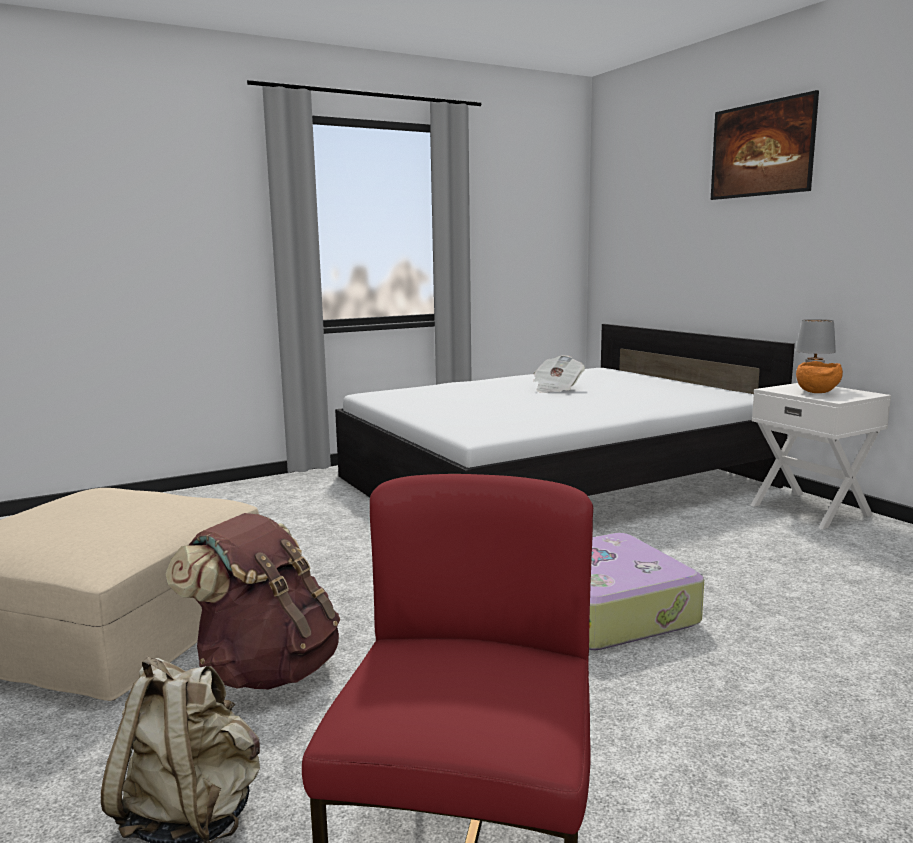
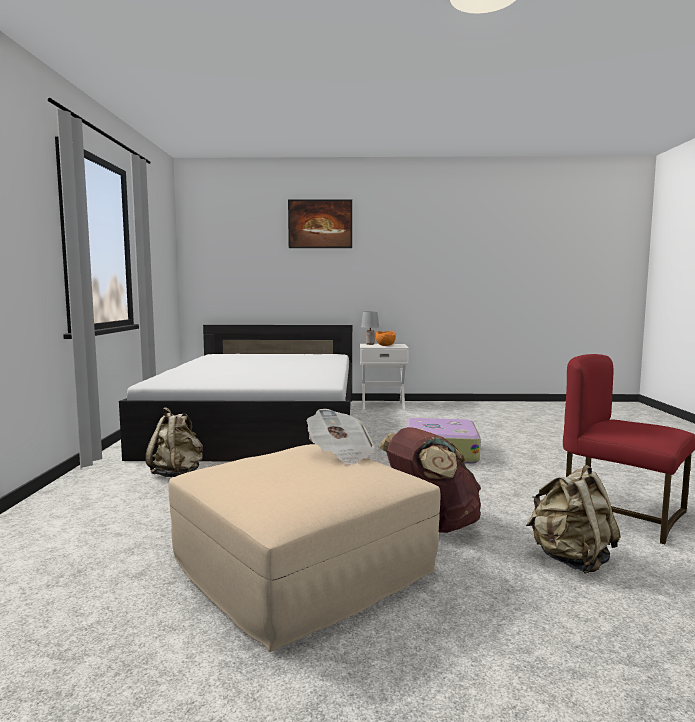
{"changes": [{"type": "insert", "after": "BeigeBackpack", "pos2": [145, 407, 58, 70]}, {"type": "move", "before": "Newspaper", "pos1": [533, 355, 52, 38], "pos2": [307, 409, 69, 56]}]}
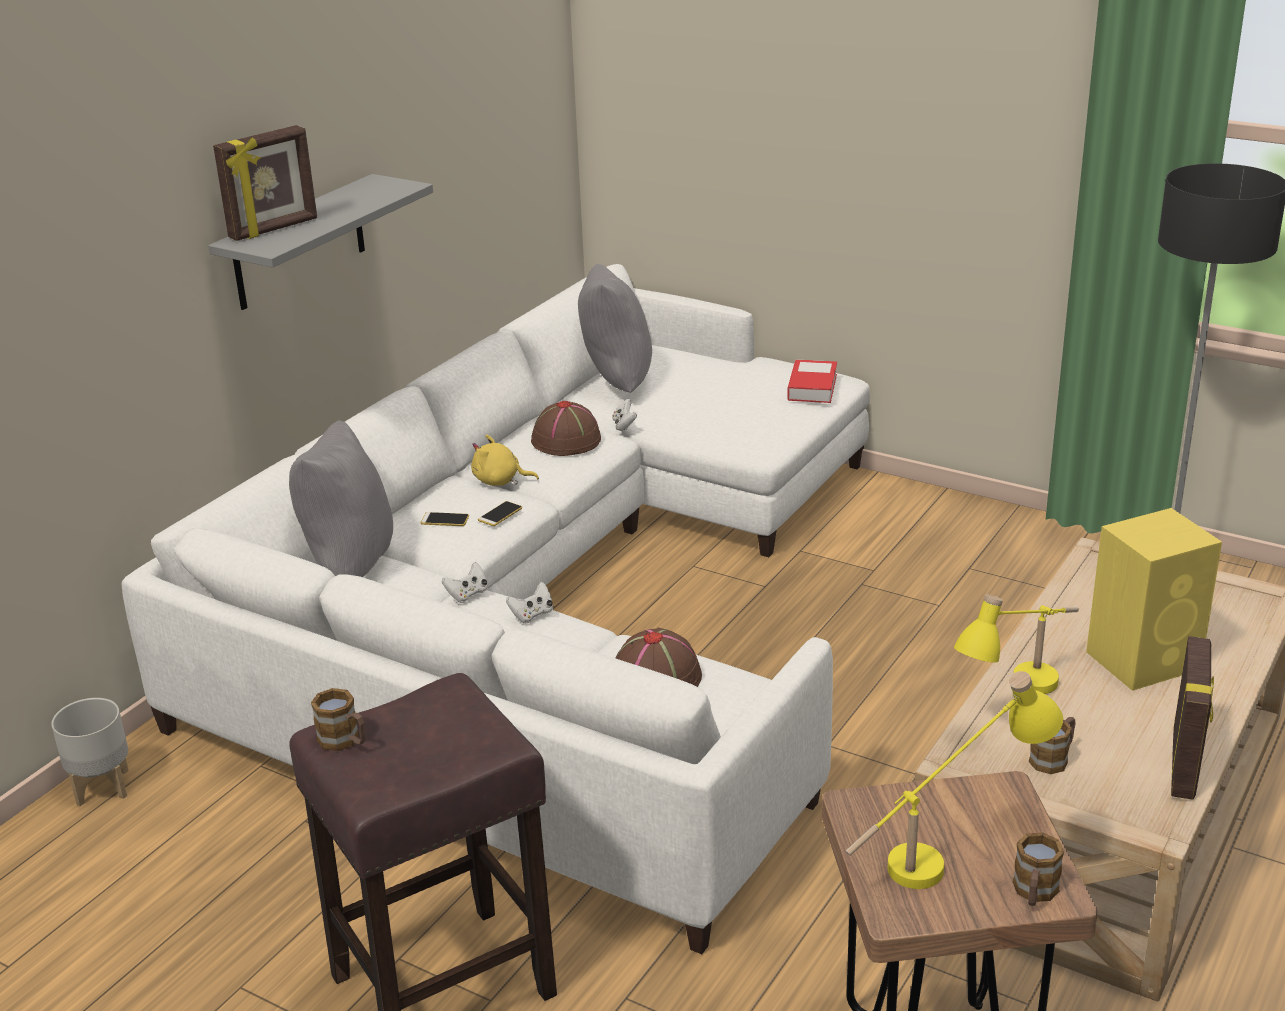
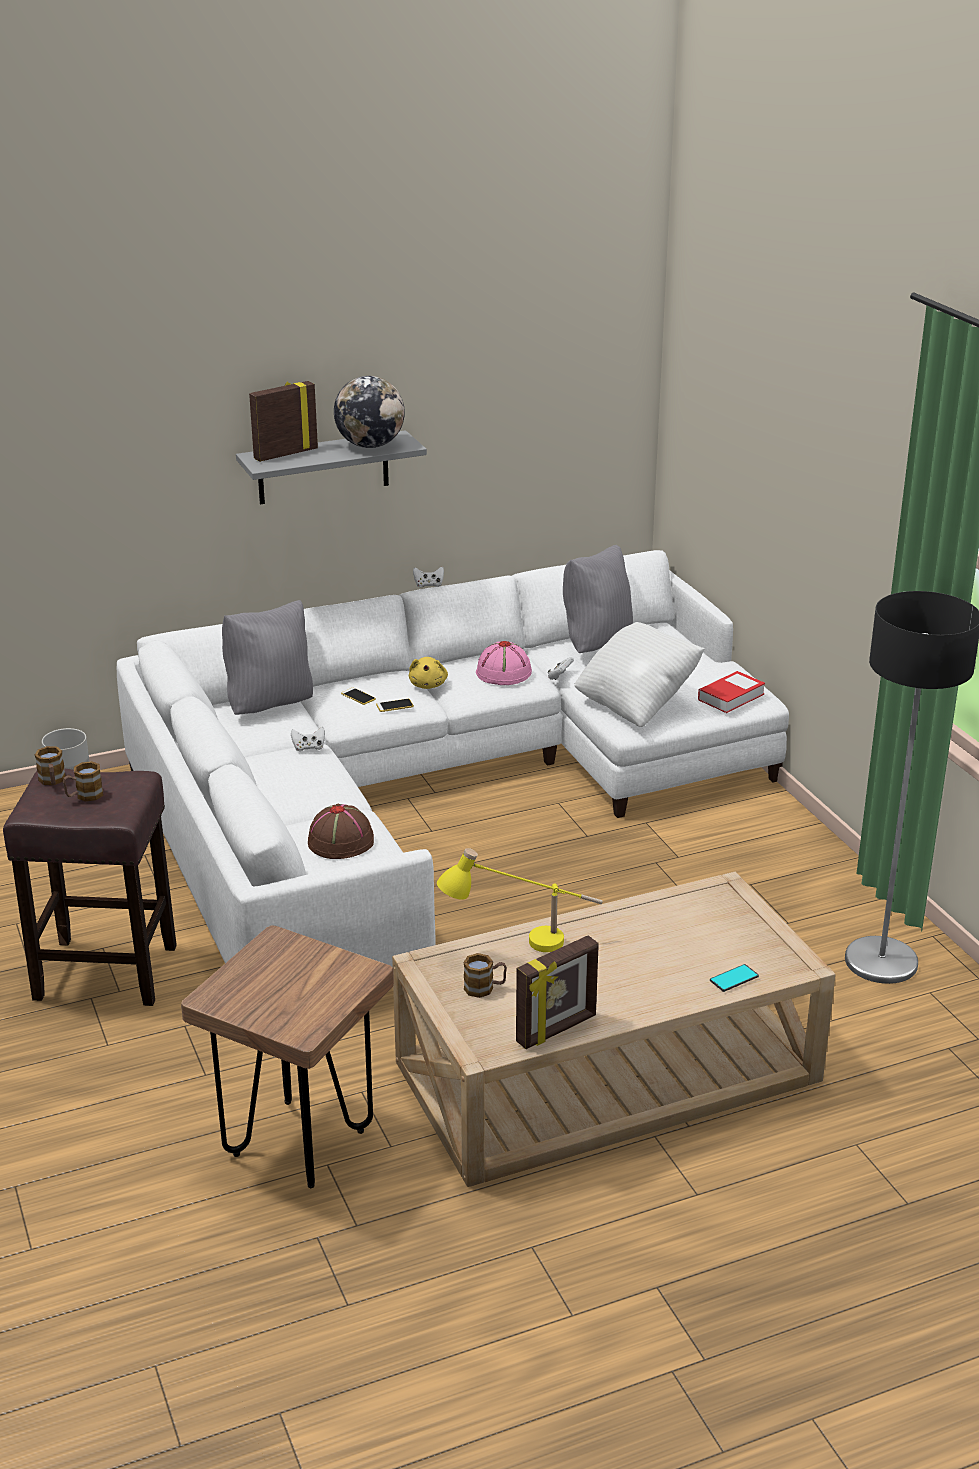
{"changes": [{"type": "delete", "before": "YellowTableLamp", "pos1": [846, 671, 217, 218]}, {"type": "delete", "before": "YellowSpeaker", "pos1": [1086, 508, 136, 183]}, {"type": "insert", "after": "Globe", "pos2": [334, 376, 71, 72]}, {"type": "insert", "after": "WhitePillow", "pos2": [574, 622, 131, 105]}, {"type": "insert", "after": "Phone", "pos2": [710, 964, 49, 28]}, {"type": "move", "before": "WhiteGameController", "pos1": [506, 582, 47, 41], "pos2": [413, 567, 31, 20]}, {"type": "move", "before": "Mug", "pos1": [1013, 832, 51, 74], "pos2": [63, 761, 40, 40]}, {"type": "recolor", "before": "BrownHat", "after": "PinkHat", "pos1": [531, 401, 70, 55], "pos2": [476, 641, 56, 44]}, {"type": "rotate", "before": "PictureFrame", "pos1": [213, 125, 104, 116], "pos2": [249, 381, 69, 81], "turn": 150}, {"type": "rotate", "before": "YellowPlushToy", "pos1": [471, 435, 68, 51], "pos2": [409, 657, 39, 32], "turn": -135}]}
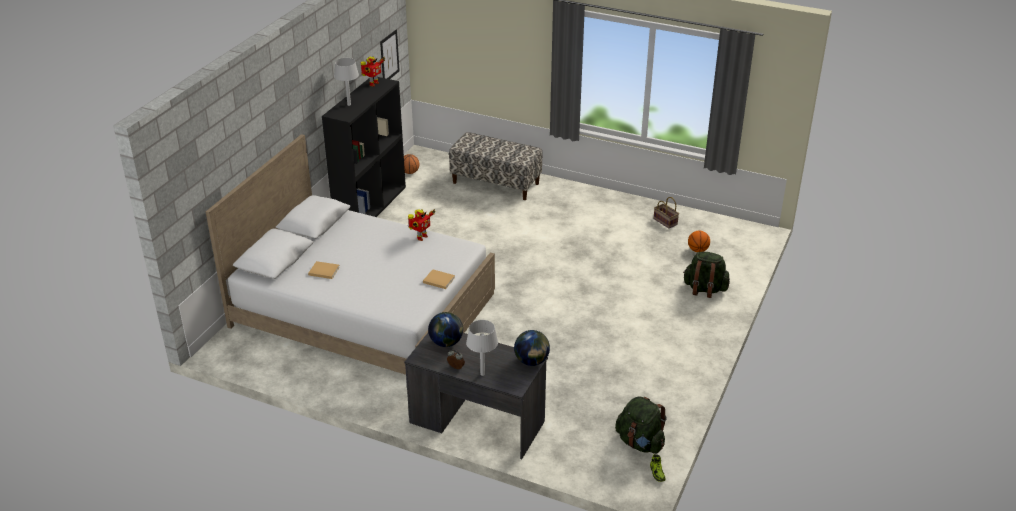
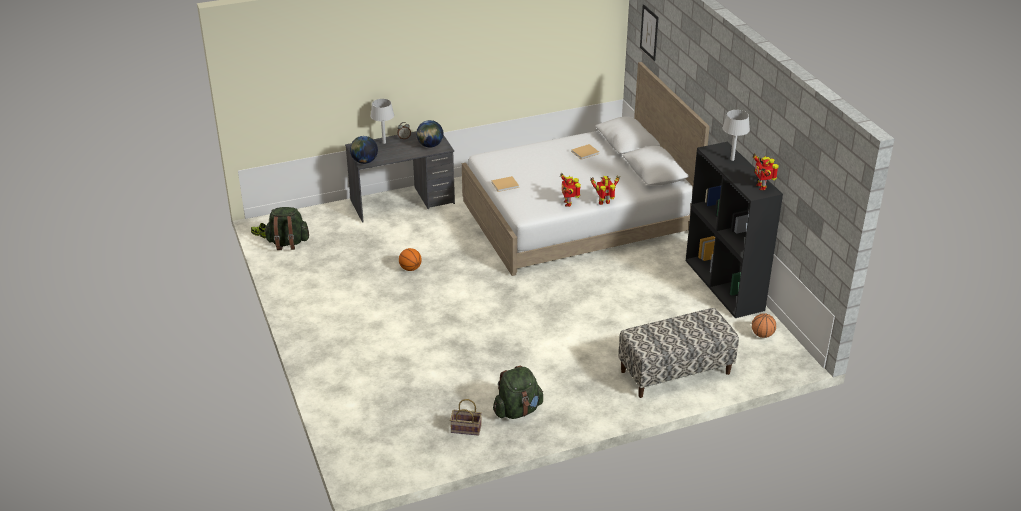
{"changes": [{"type": "insert", "after": "ToyRobot", "pos2": [590, 176, 30, 29]}, {"type": "move", "before": "Picture", "pos1": [380, 30, 20, 49], "pos2": [640, 4, 19, 57]}, {"type": "move", "before": "GreenBackpack", "pos1": [683, 252, 47, 46], "pos2": [493, 366, 50, 53]}, {"type": "move", "before": "Basketball", "pos1": [688, 230, 22, 22], "pos2": [399, 248, 23, 23]}]}
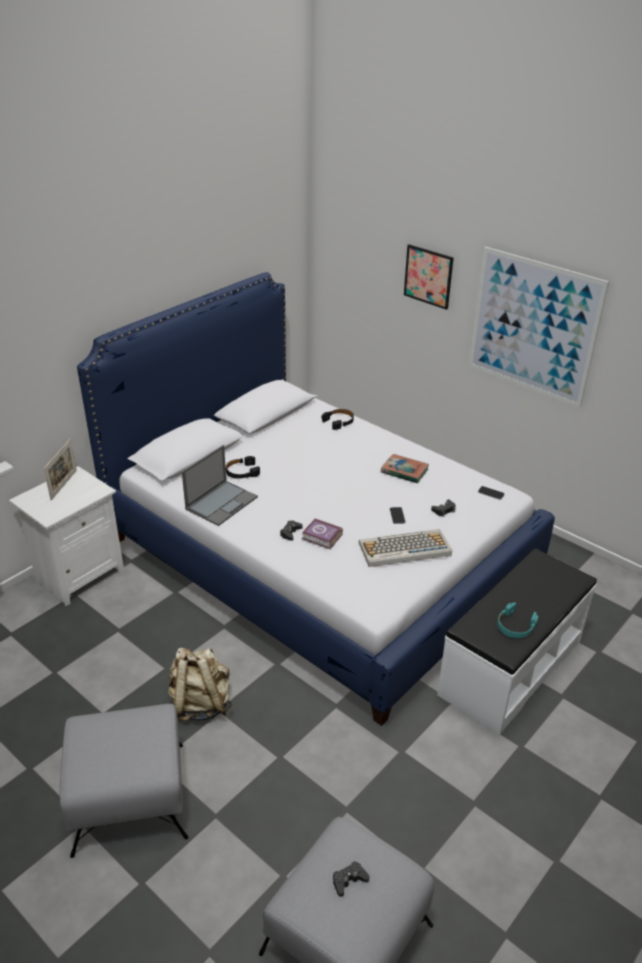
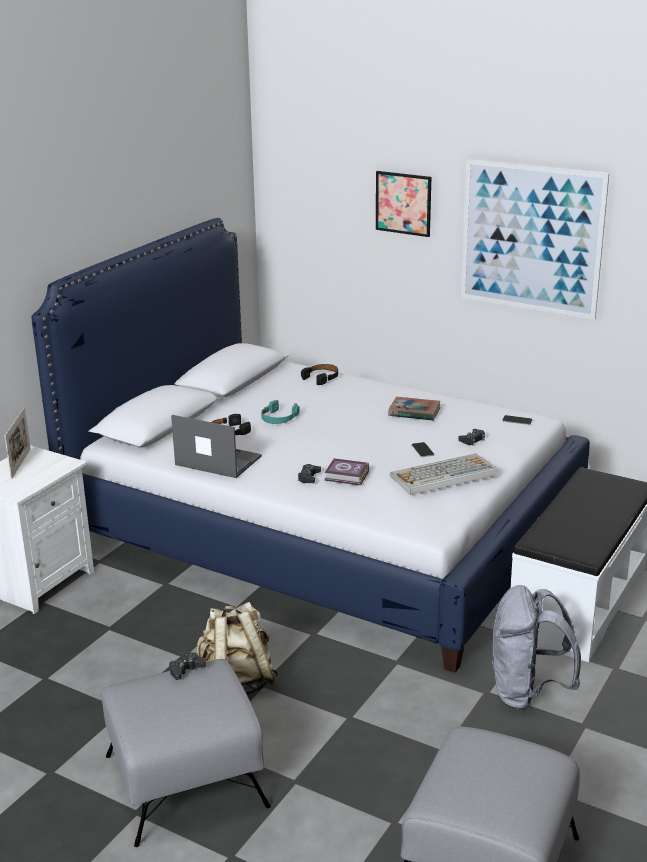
{"changes": [{"type": "insert", "after": "GreyBackpack", "pos2": [492, 585, 89, 126]}, {"type": "move", "before": "BlackGameController", "pos1": [333, 861, 36, 36], "pos2": [169, 652, 37, 28]}, {"type": "move", "before": "TurquoiseHeadphones", "pos1": [498, 602, 41, 36], "pos2": [261, 400, 38, 24]}, {"type": "rotate", "before": "Laptop", "pos1": [182, 445, 76, 81], "pos2": [171, 415, 91, 63], "turn": -90}]}
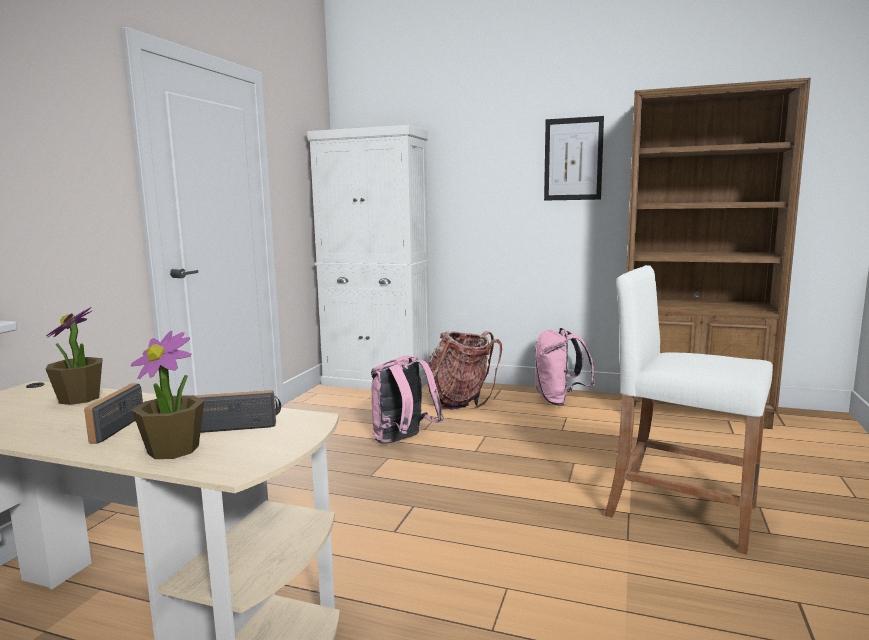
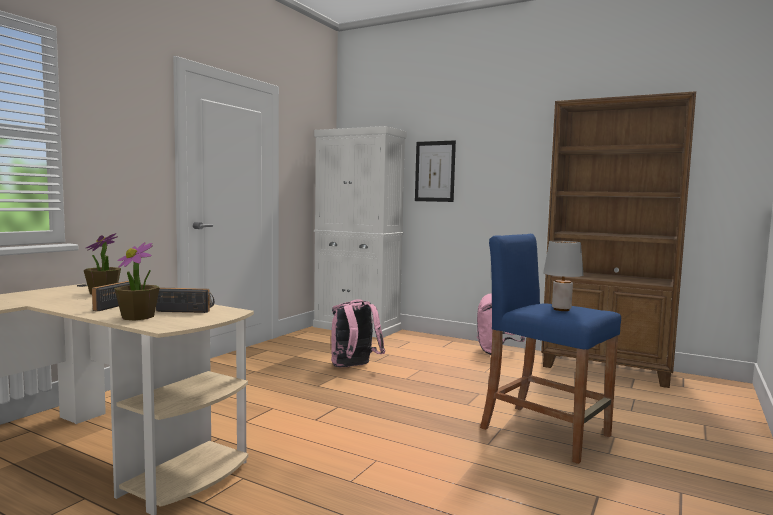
{"changes": [{"type": "delete", "before": "Backpack", "pos1": [428, 331, 74, 79]}, {"type": "insert", "after": "GreyTableLamp", "pos2": [543, 241, 40, 70]}, {"type": "move", "before": "Picture", "pos1": [544, 116, 60, 85], "pos2": [415, 140, 41, 62]}, {"type": "recolor", "before": "WhiteStool", "after": "BlueStool", "pos1": [604, 265, 169, 290], "pos2": [480, 234, 141, 230]}]}
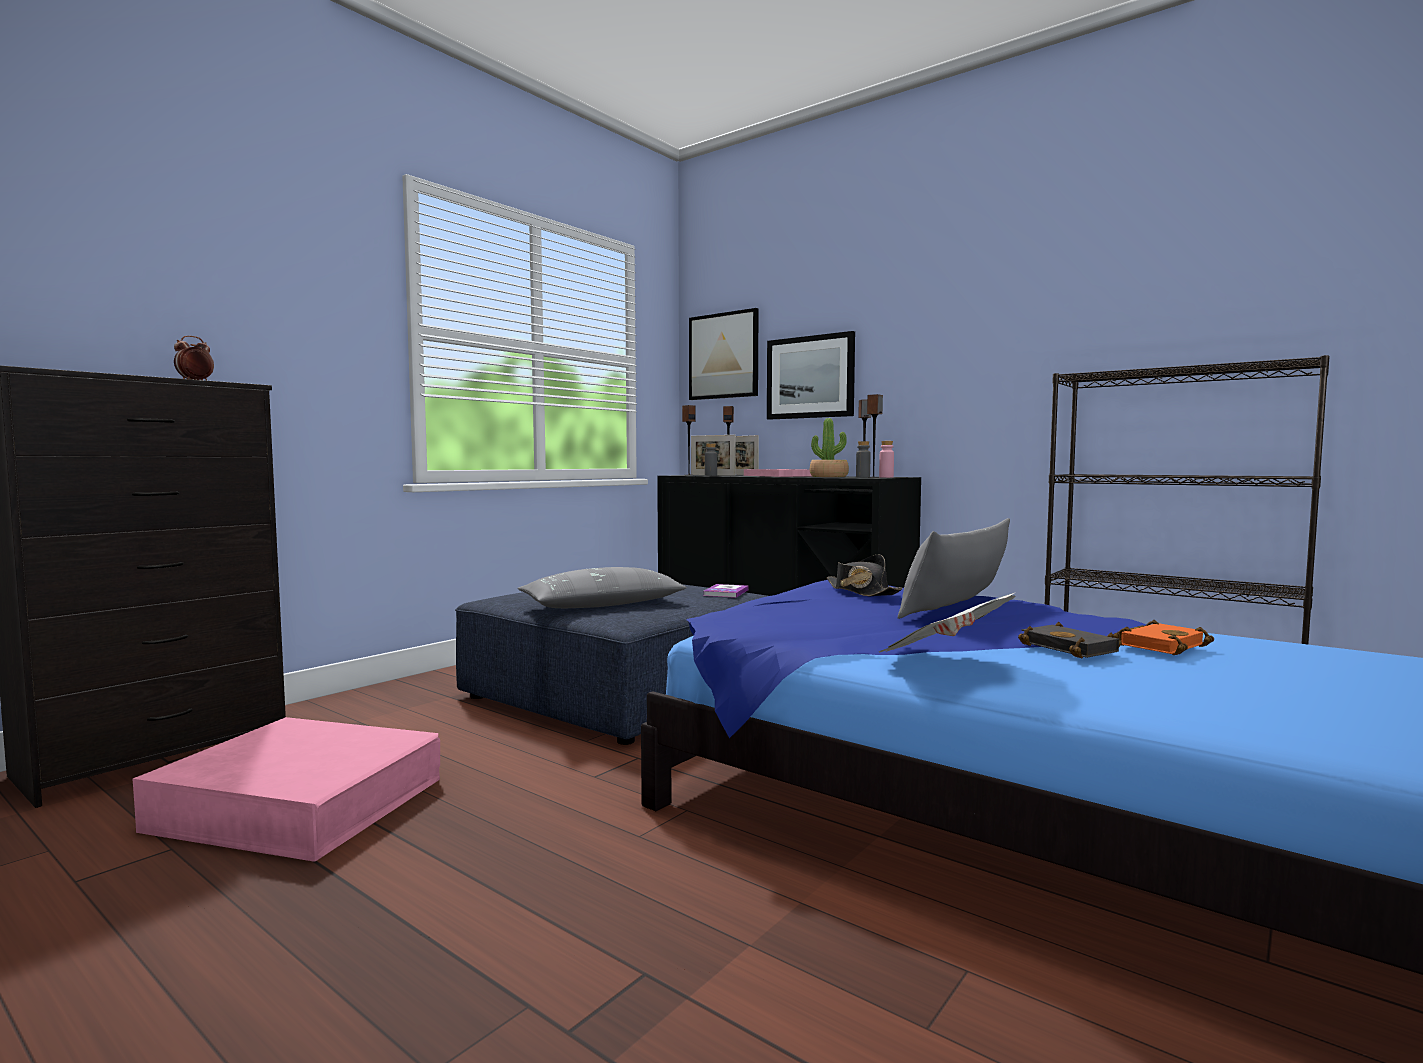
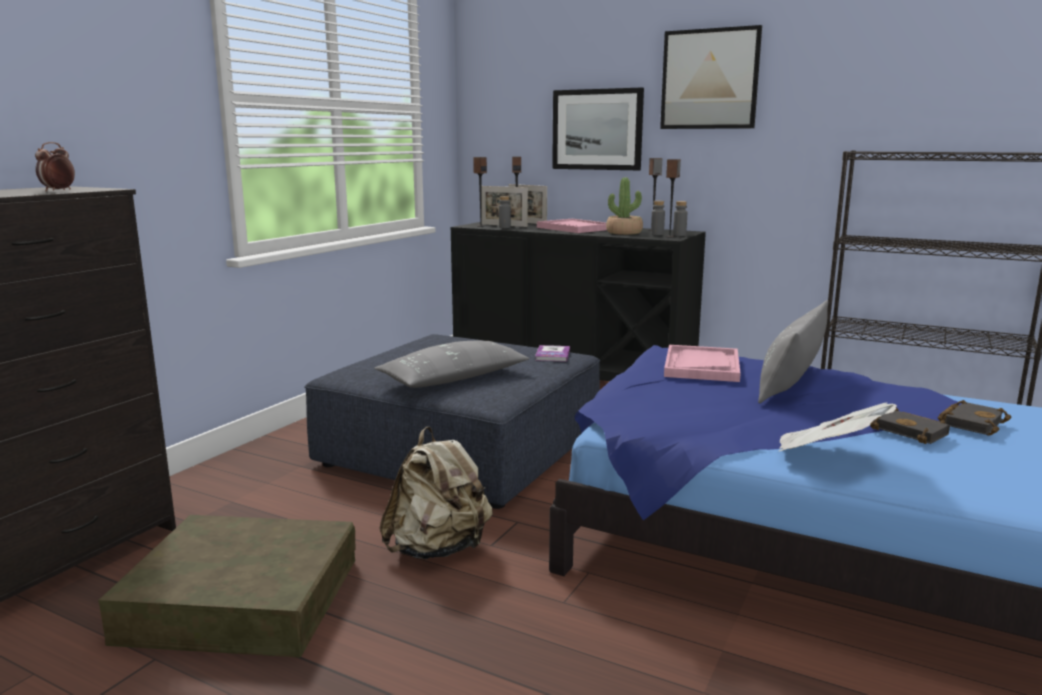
{"changes": [{"type": "insert", "after": "BeigeBackpack", "pos2": [379, 427, 114, 132]}, {"type": "move", "before": "Picture", "pos1": [689, 308, 69, 92], "pos2": [660, 25, 102, 104]}, {"type": "replace", "before": "BlackHat", "after": "PinkTray", "pos1": [827, 555, 75, 41], "pos2": [664, 345, 77, 37]}, {"type": "recolor", "before": "PinkStorageBox", "after": "BrownStorageBox", "pos1": [132, 717, 308, 145], "pos2": [98, 515, 257, 143]}, {"type": "recolor", "before": "PinkBottle", "after": "GreyBottle", "pos1": [879, 441, 15, 37], "pos2": [673, 201, 14, 35]}, {"type": "recolor", "before": "OrangeBook", "after": "BlackBook", "pos1": [1113, 620, 101, 35], "pos2": [938, 400, 73, 35]}]}
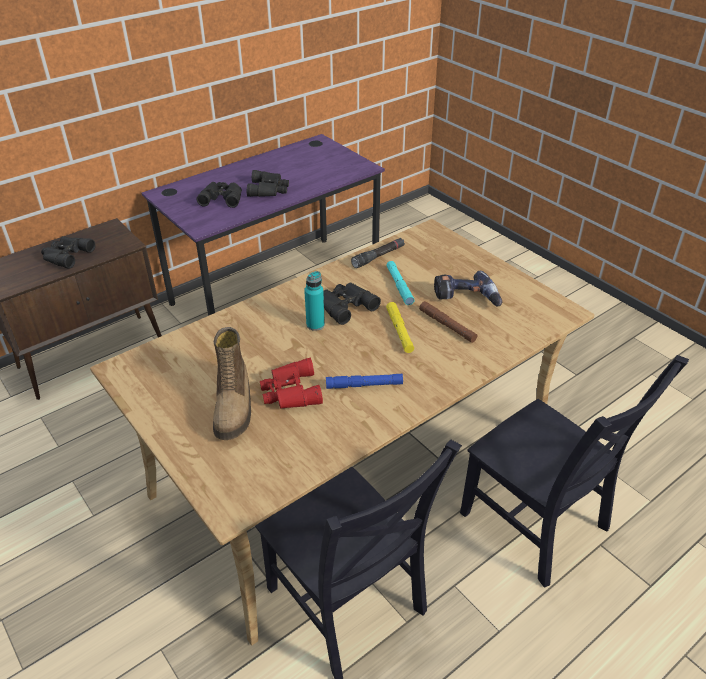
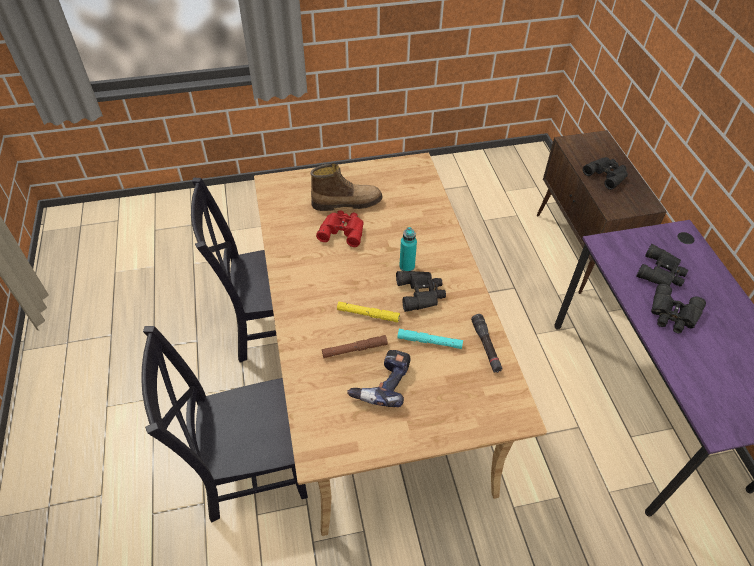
{"changes": [{"type": "delete", "before": "BlueFlashlight", "pos1": [326, 374, 77, 15]}, {"type": "rotate", "before": "Boot", "pos1": [213, 327, 38, 113], "pos2": [310, 163, 73, 48], "turn": 150}]}
